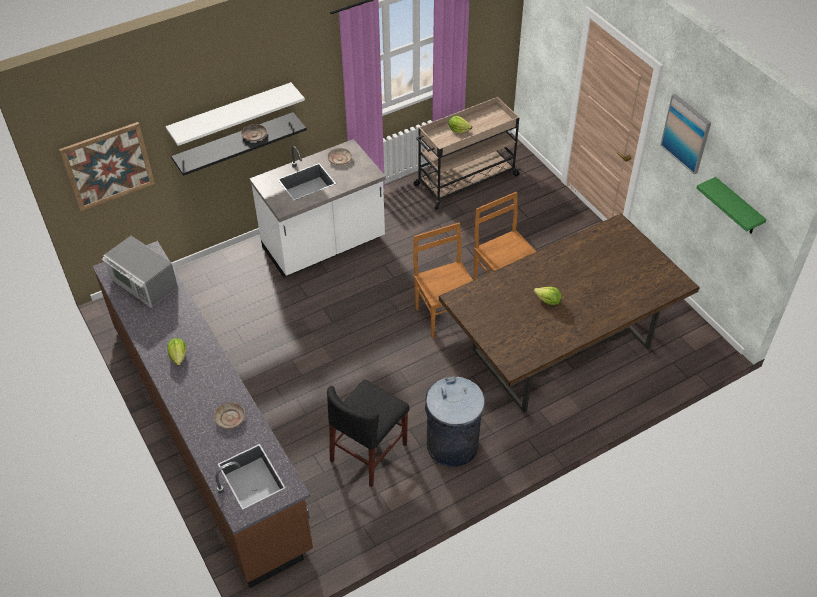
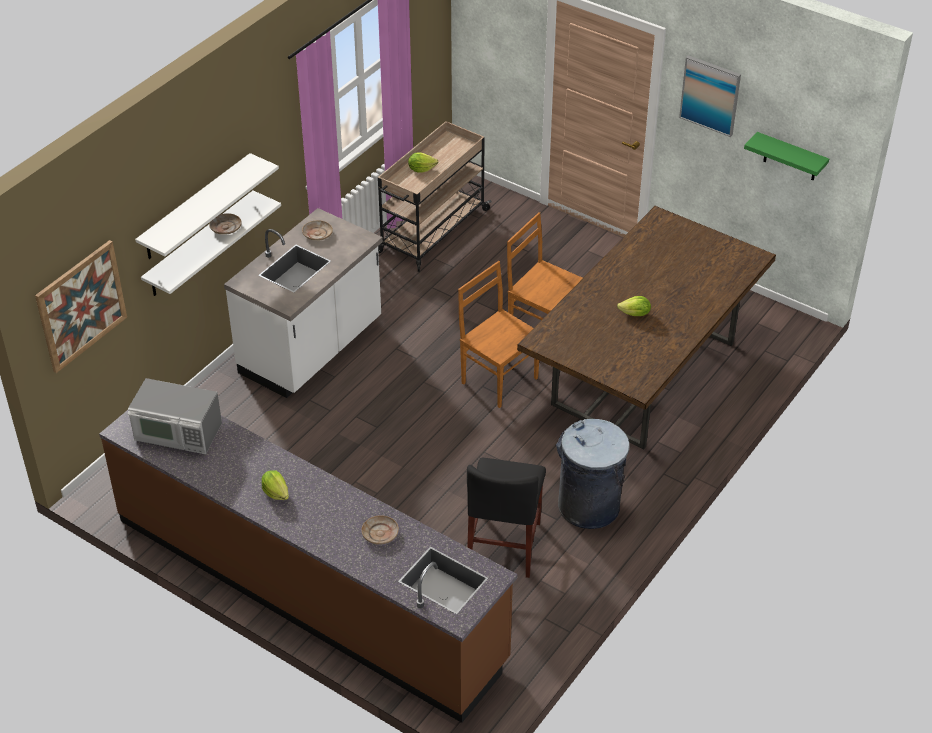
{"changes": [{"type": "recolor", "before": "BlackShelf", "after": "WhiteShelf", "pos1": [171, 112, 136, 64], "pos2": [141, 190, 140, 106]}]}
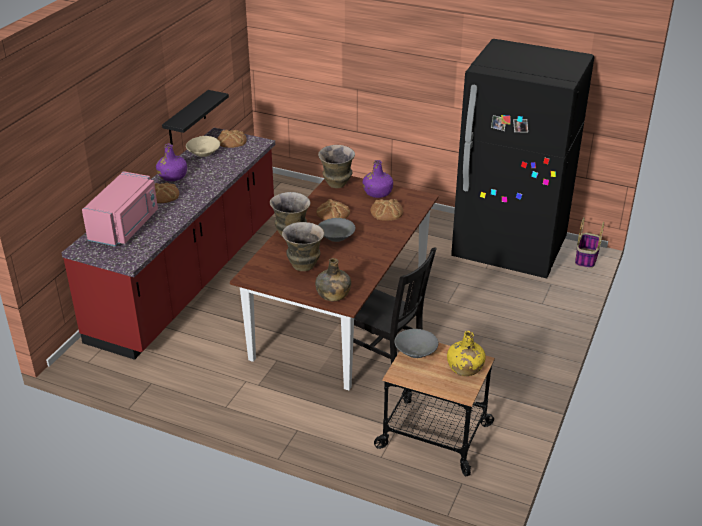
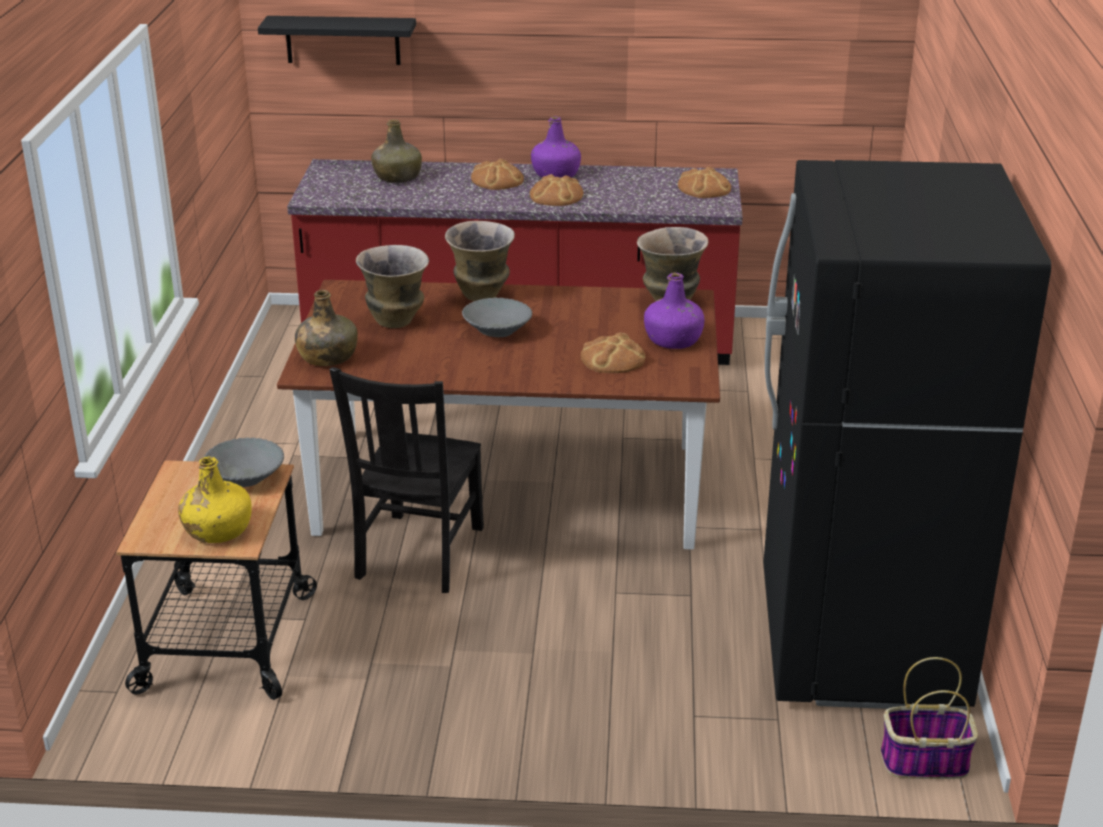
{"changes": [{"type": "delete", "before": "BeigeBowl", "pos1": [186, 136, 34, 21]}, {"type": "move", "before": "BlackShelf", "pos1": [162, 90, 67, 55], "pos2": [258, 16, 158, 49]}, {"type": "move", "before": "Bread", "pos1": [317, 199, 33, 21], "pos2": [530, 174, 53, 32]}, {"type": "replace", "before": "PinkMicrowave", "after": "GreenBottle", "pos1": [82, 171, 76, 75], "pos2": [371, 119, 51, 64]}]}
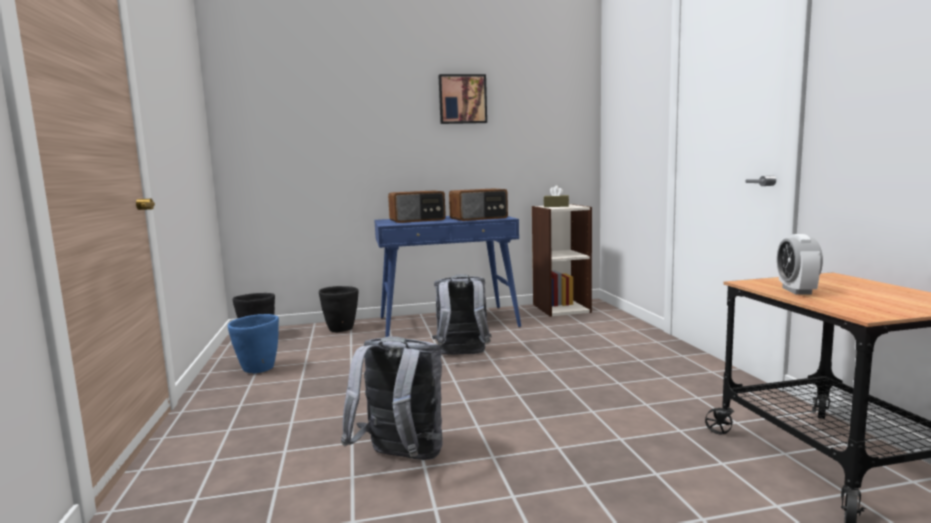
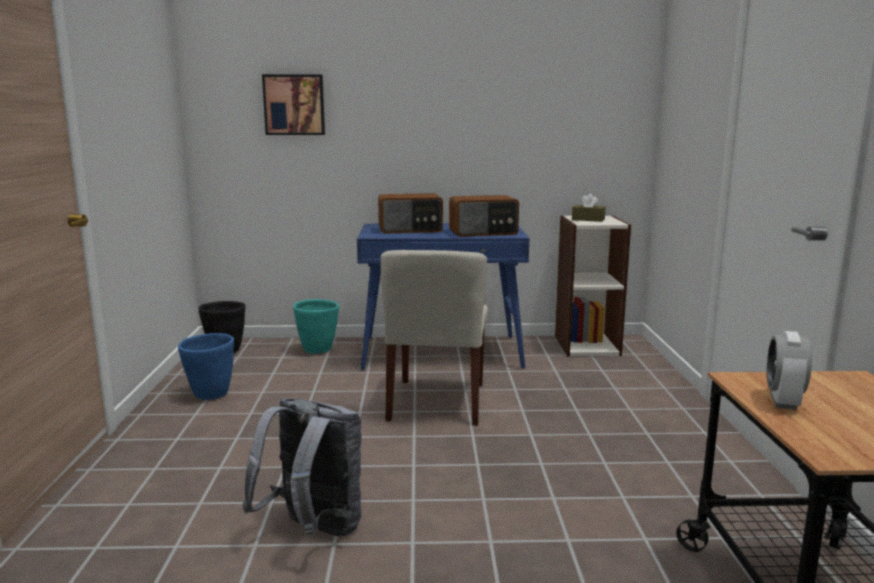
{"changes": [{"type": "move", "before": "Picture", "pos1": [438, 74, 49, 50], "pos2": [262, 74, 63, 61]}, {"type": "replace", "before": "GreyBackpack", "after": "BeigeChair", "pos1": [432, 274, 59, 81], "pos2": [381, 250, 107, 176]}, {"type": "recolor", "before": "BlackPlanter", "after": "TurquoisePlanter", "pos1": [319, 286, 40, 47], "pos2": [293, 299, 46, 55]}]}
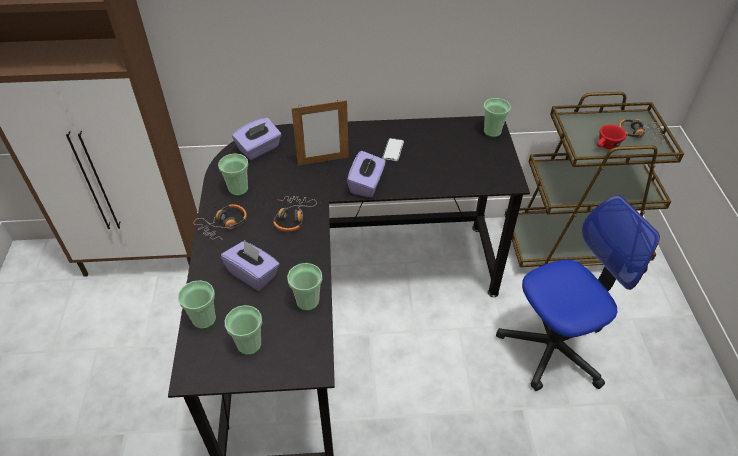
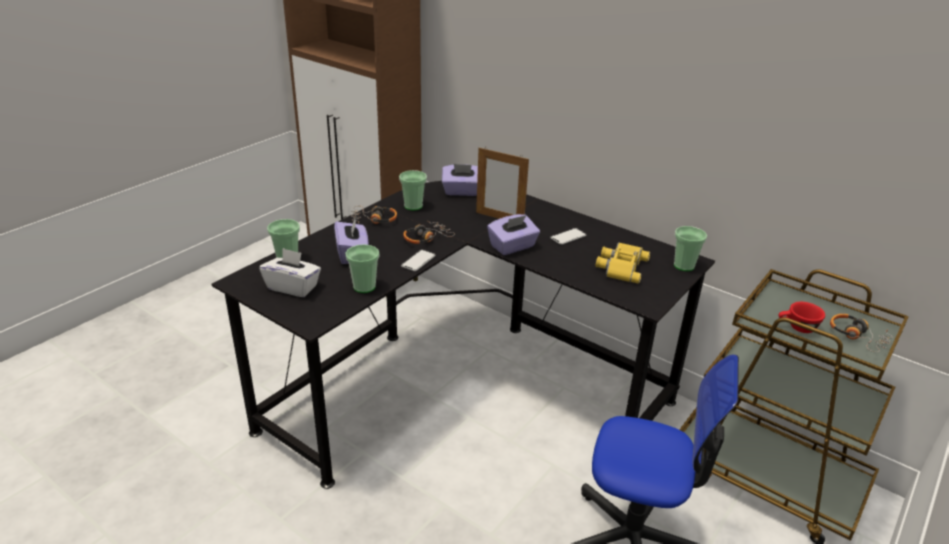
{"changes": [{"type": "insert", "after": "Phone", "pos2": [401, 250, 35, 21]}, {"type": "insert", "after": "YellowBinoculars", "pos2": [596, 242, 54, 42]}, {"type": "replace", "before": "Cup", "after": "WhiteTissueBox", "pos1": [225, 305, 37, 50], "pos2": [259, 248, 62, 49]}]}
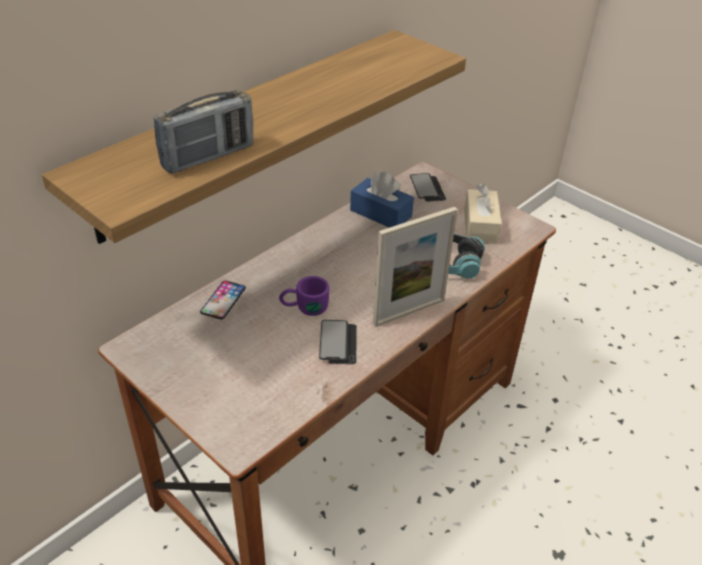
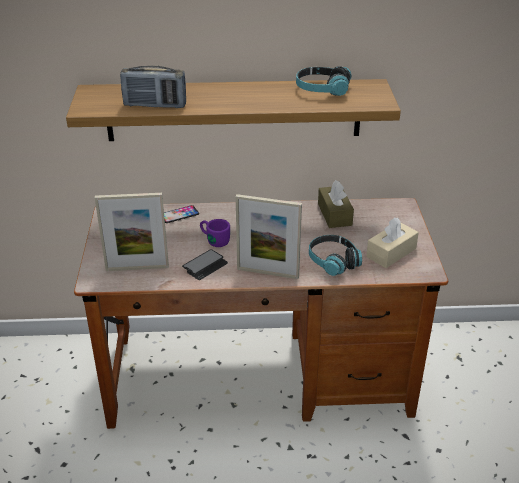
{"changes": [{"type": "delete", "before": "Phone", "pos1": [410, 173, 36, 28]}, {"type": "insert", "after": "PictureFrame", "pos2": [95, 193, 74, 78]}, {"type": "insert", "after": "Headphones", "pos2": [296, 66, 56, 30]}, {"type": "recolor", "before": "BlueTissueBox", "after": "BrownTissueBox", "pos1": [350, 172, 64, 56], "pos2": [318, 180, 36, 48]}]}
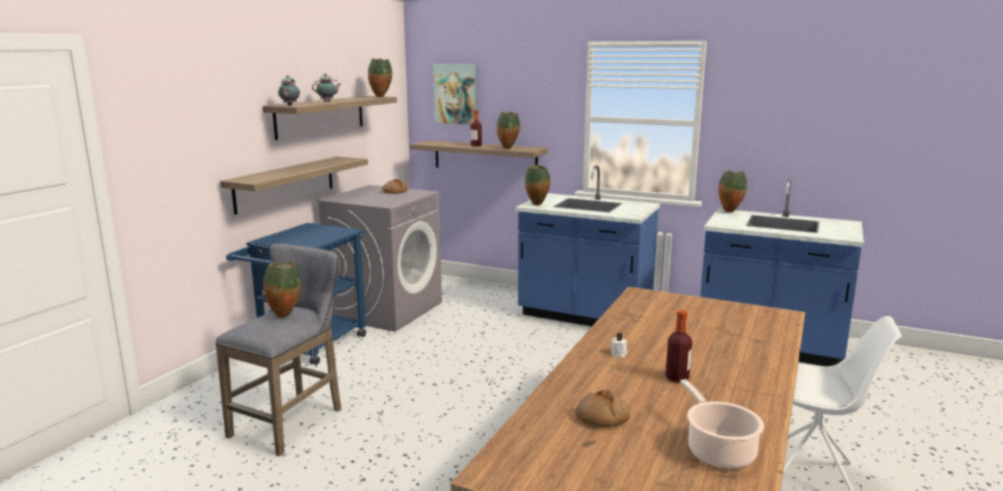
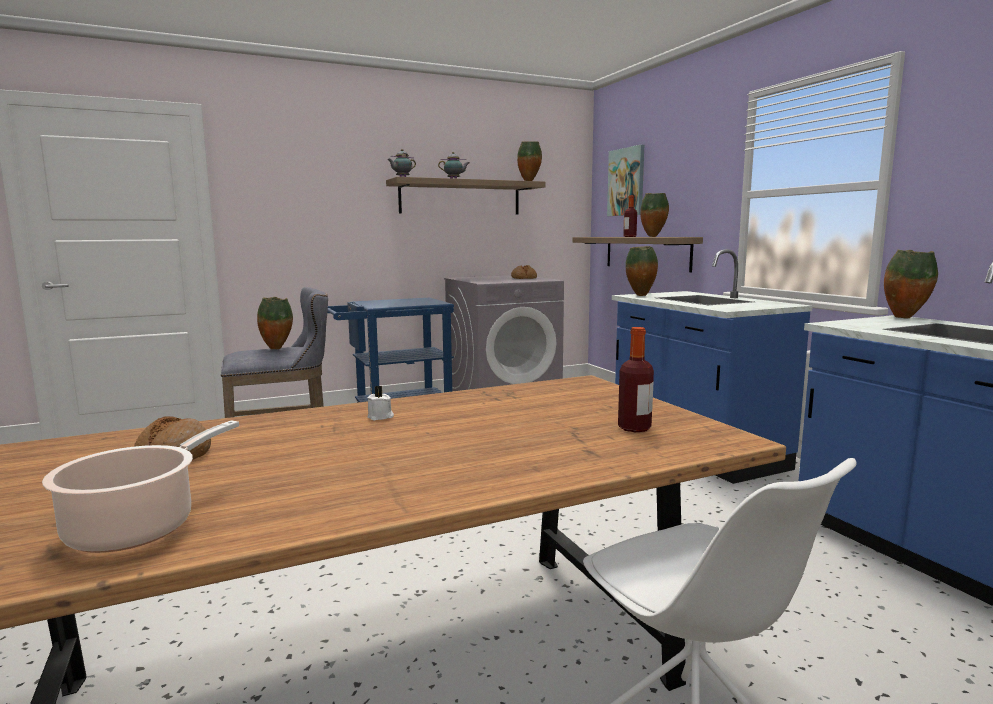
{"changes": [{"type": "delete", "before": "Shelf", "pos1": [220, 156, 148, 59]}, {"type": "move", "before": "Bottle", "pos1": [665, 310, 27, 73], "pos2": [618, 327, 36, 105]}]}
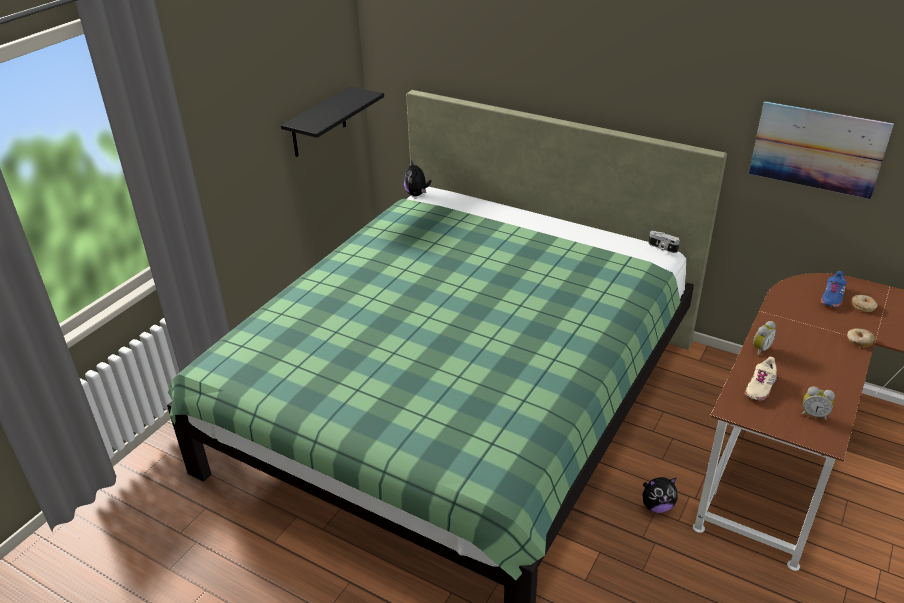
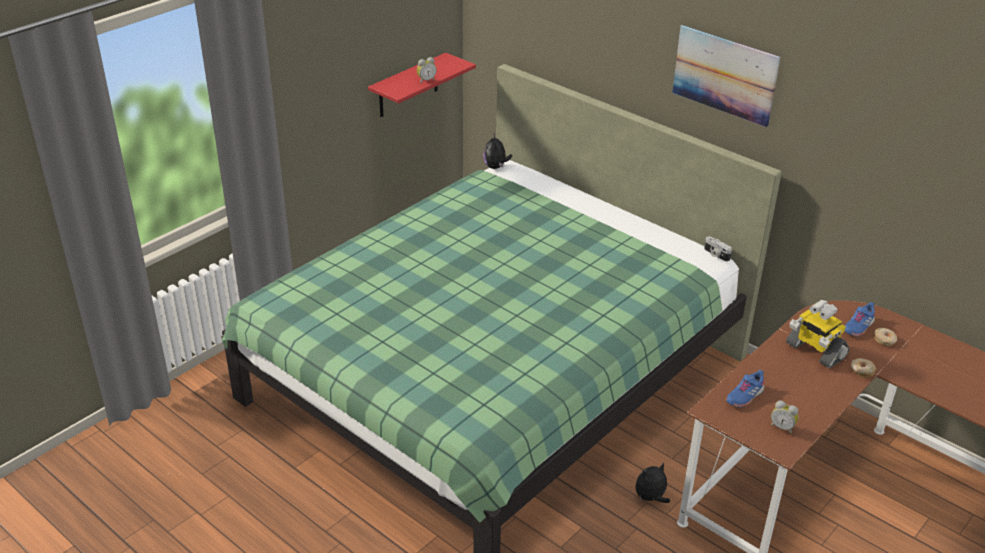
{"changes": [{"type": "insert", "after": "ToyRobot", "pos2": [786, 300, 64, 69]}, {"type": "move", "before": "Picture", "pos1": [749, 101, 145, 98], "pos2": [672, 25, 108, 102]}, {"type": "move", "before": "AlarmClock", "pos1": [753, 321, 23, 34], "pos2": [417, 57, 19, 26]}, {"type": "recolor", "before": "BlackShelf", "after": "RedShelf", "pos1": [281, 86, 103, 71], "pos2": [368, 53, 108, 64]}, {"type": "recolor", "before": "BeigeShoe", "after": "BlueShoe", "pos1": [744, 357, 33, 44], "pos2": [726, 370, 38, 37]}, {"type": "rotate", "before": "PlushToy", "pos1": [642, 477, 35, 36], "pos2": [635, 463, 35, 40], "turn": 150}]}
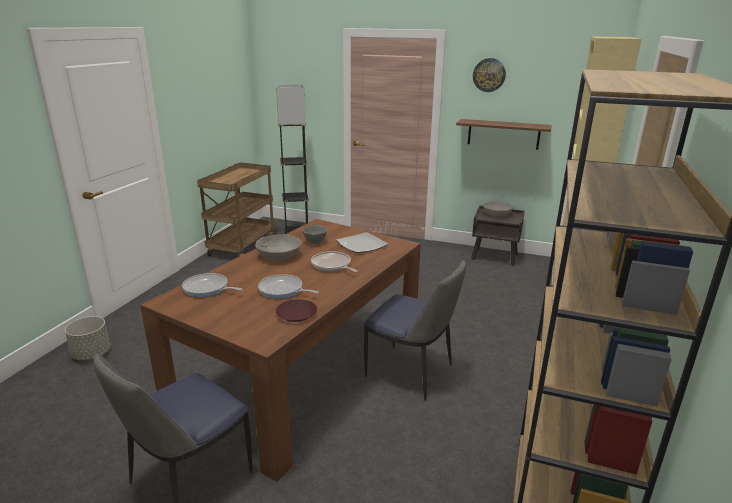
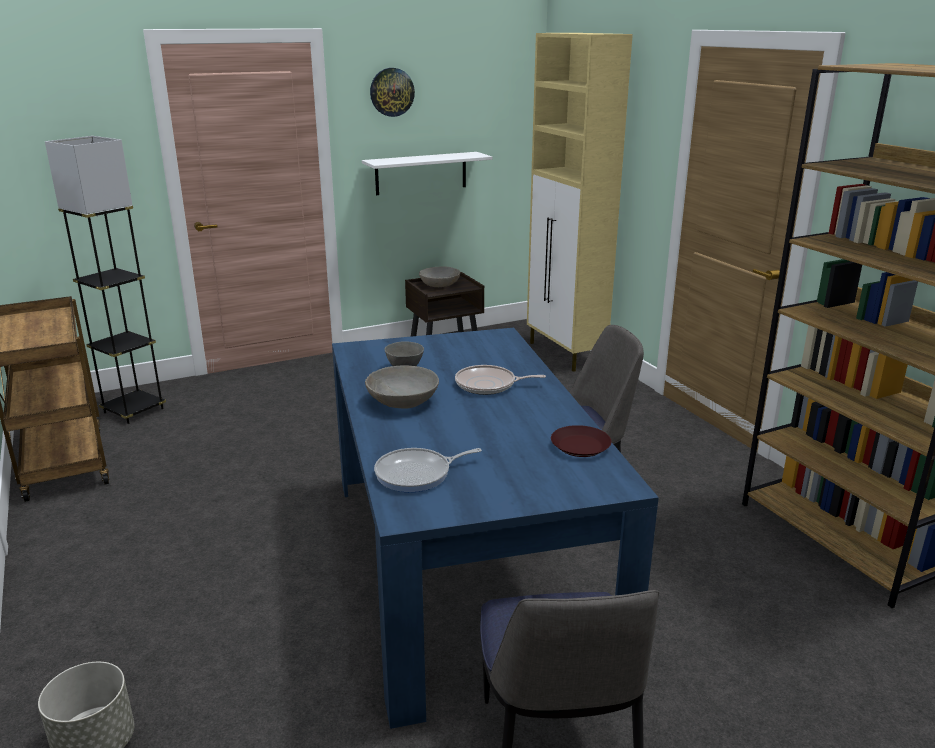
{"changes": [{"type": "delete", "before": "FryingPan", "pos1": [258, 274, 61, 25]}, {"type": "delete", "before": "Plate", "pos1": [337, 232, 51, 21]}, {"type": "recolor", "before": "BrownDiningTable", "after": "BlueDiningTable", "pos1": [140, 219, 281, 263], "pos2": [332, 328, 327, 401]}, {"type": "recolor", "before": "BrownShelf", "after": "WhiteShelf", "pos1": [456, 119, 96, 31], "pos2": [362, 152, 131, 43]}]}
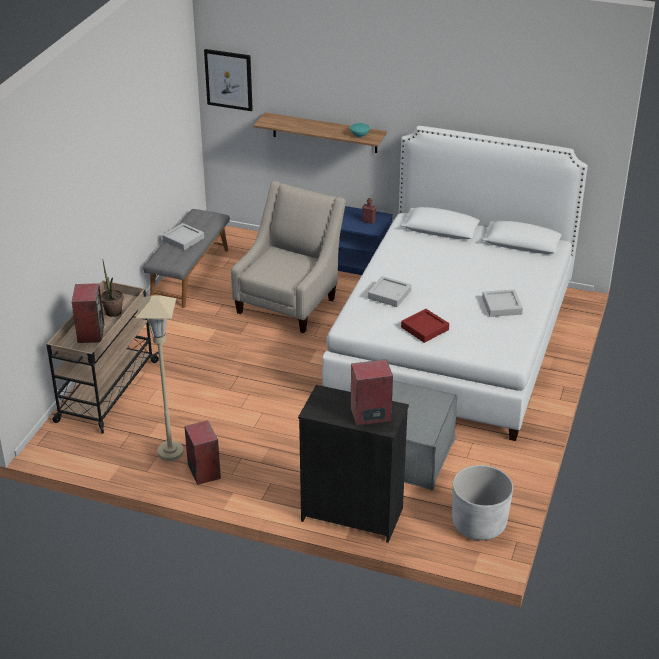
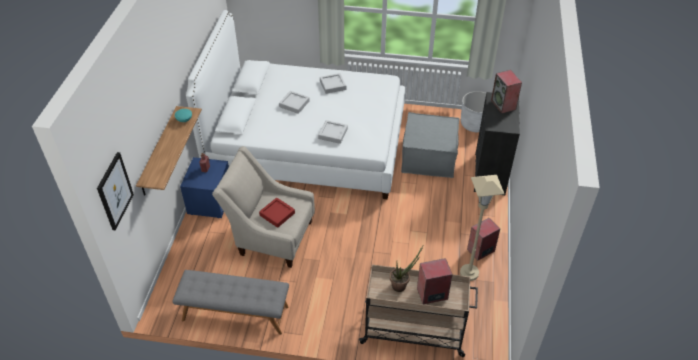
{"changes": [{"type": "move", "before": "GreyTray", "pos1": [162, 223, 42, 27], "pos2": [279, 91, 31, 23]}, {"type": "move", "before": "RedTray", "pos1": [401, 309, 48, 34], "pos2": [259, 198, 36, 30]}]}
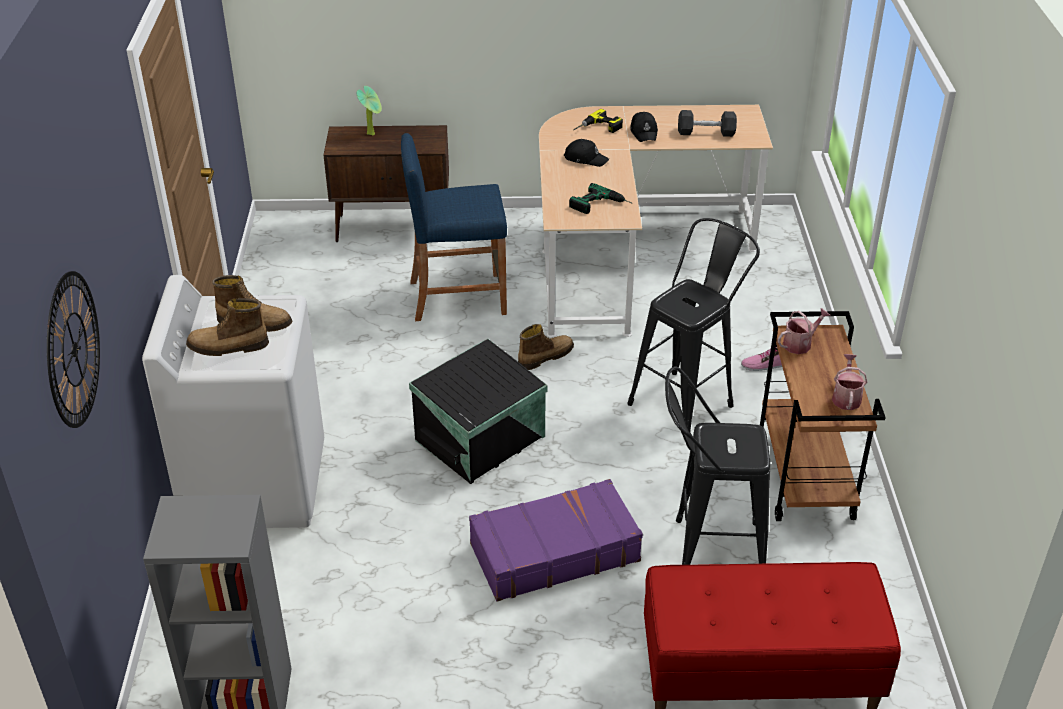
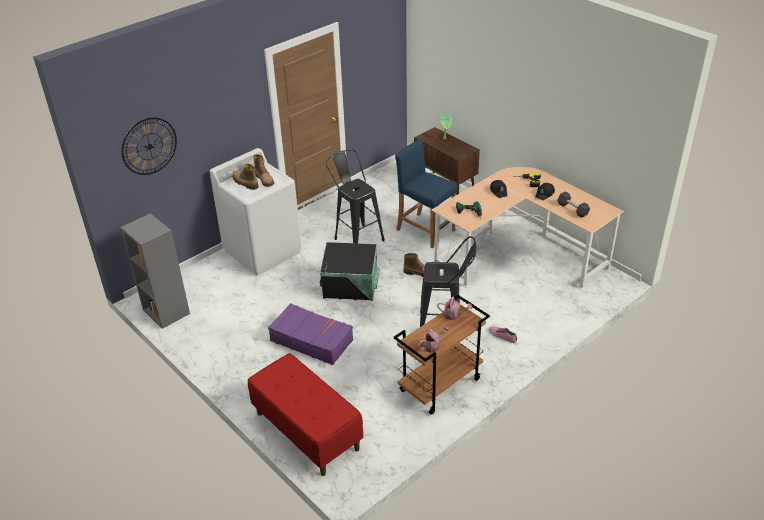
{"changes": [{"type": "move", "before": "BlackStool", "pos1": [665, 367, 105, 198], "pos2": [326, 149, 59, 94]}]}
